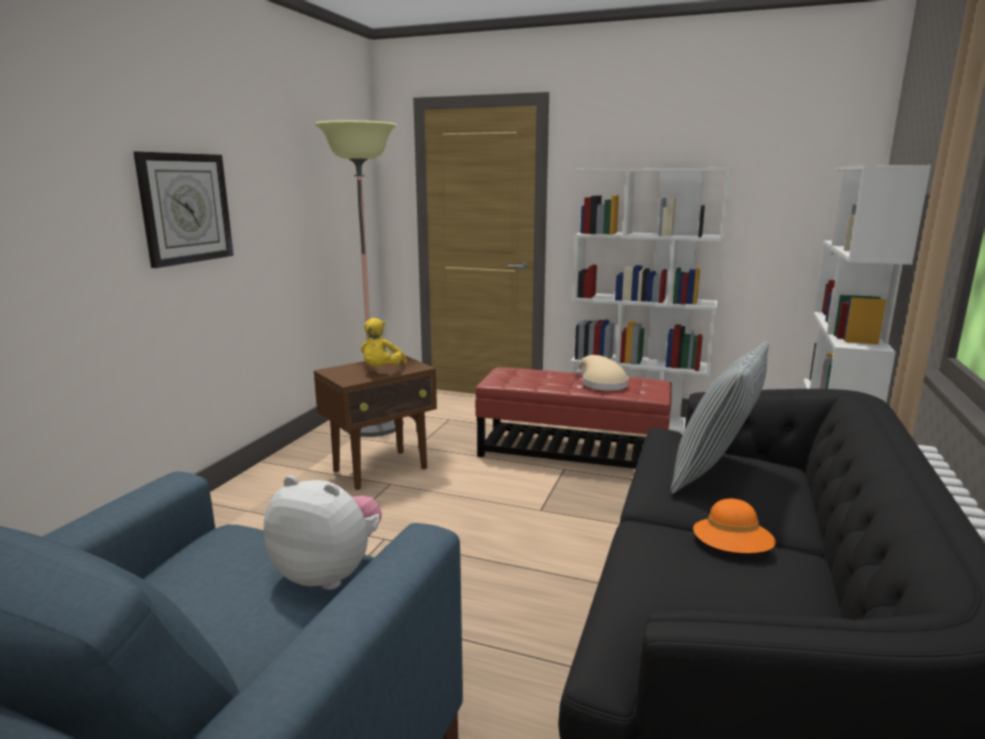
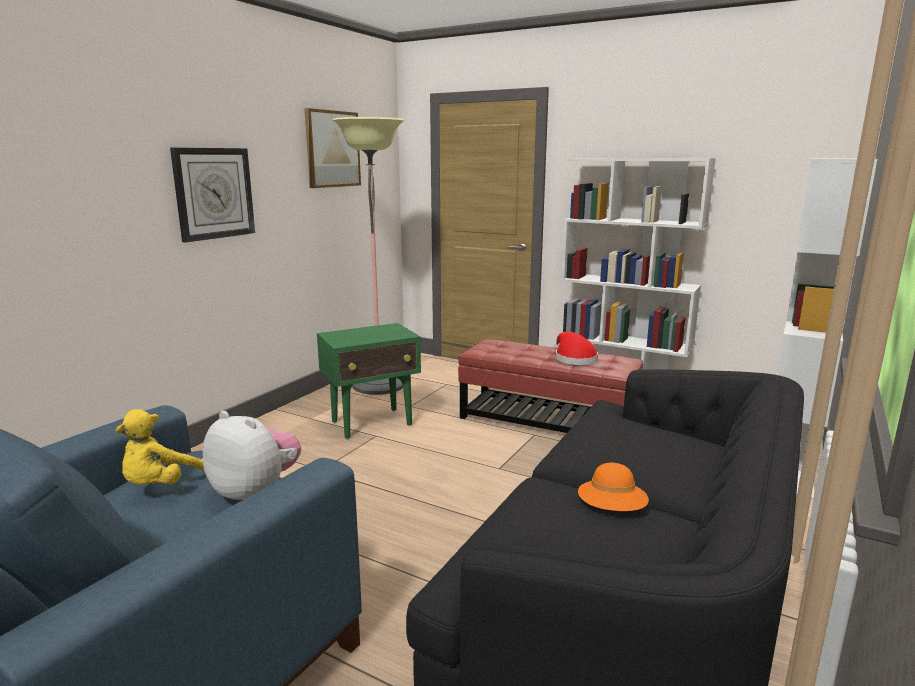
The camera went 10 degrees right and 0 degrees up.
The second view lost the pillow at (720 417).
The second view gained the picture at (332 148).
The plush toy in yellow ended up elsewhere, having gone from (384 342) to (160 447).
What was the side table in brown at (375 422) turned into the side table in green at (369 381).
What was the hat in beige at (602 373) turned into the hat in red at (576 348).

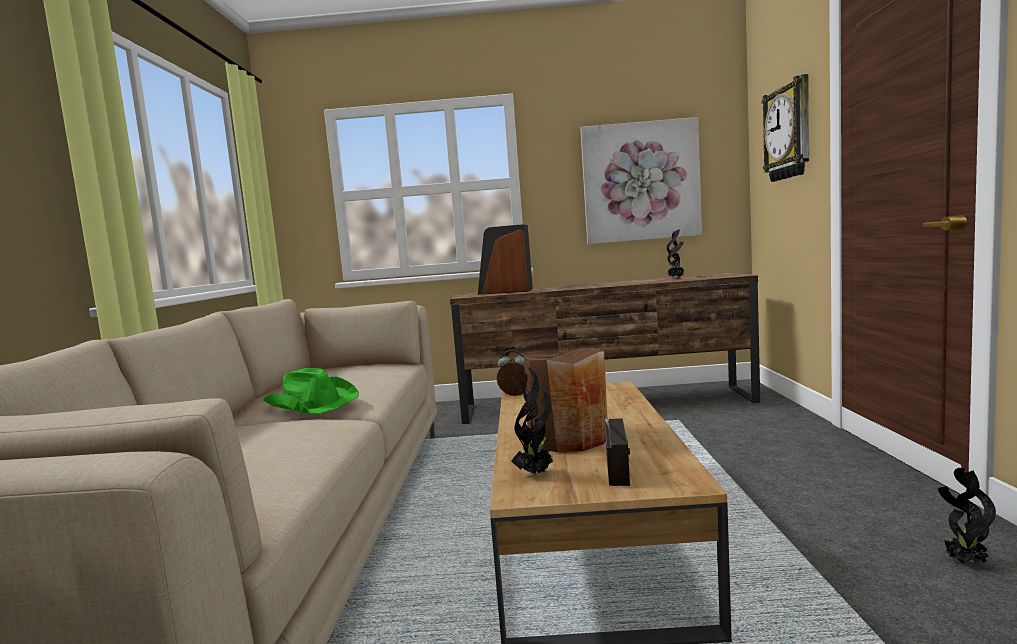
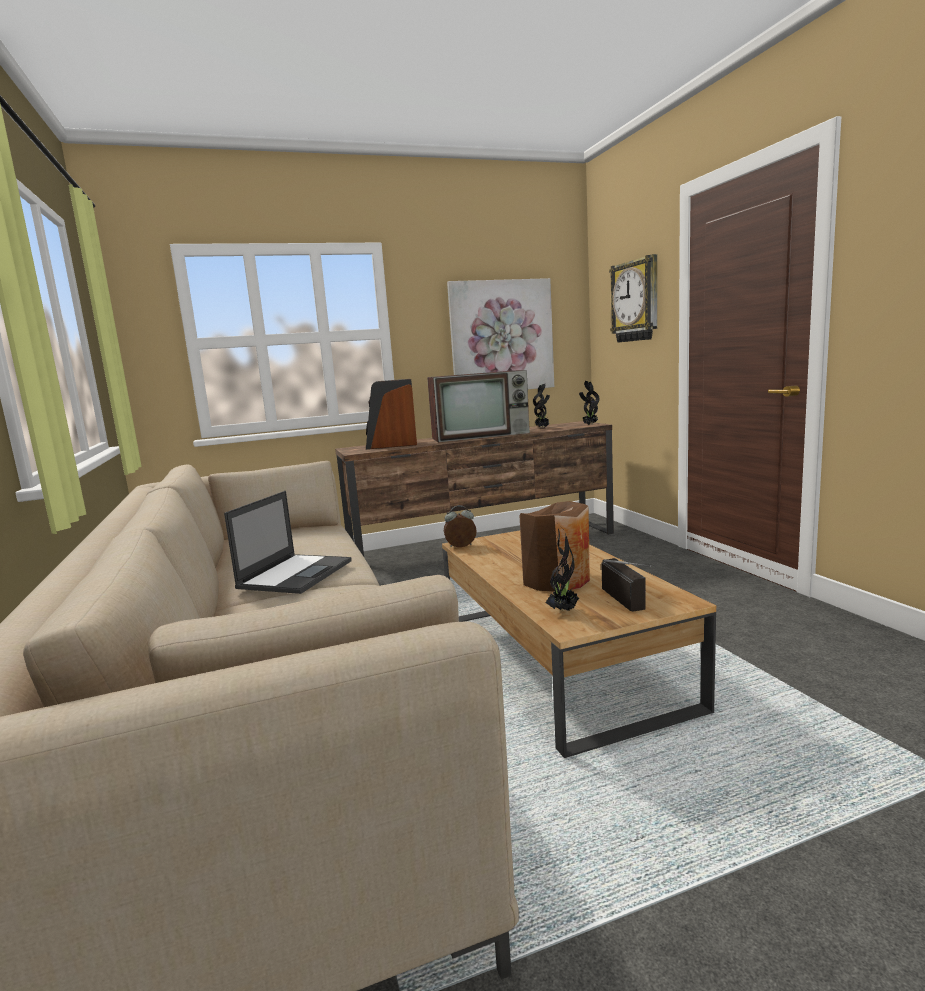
The camera went 20 degrees left and 5 degrees up.
The second view gained the television at (478 406).
The potted plant ended up elsewhere, having gone from (967 516) to (589 403).
Where the hat in green stood at (311 391), the laptop came to stand at (287 542).

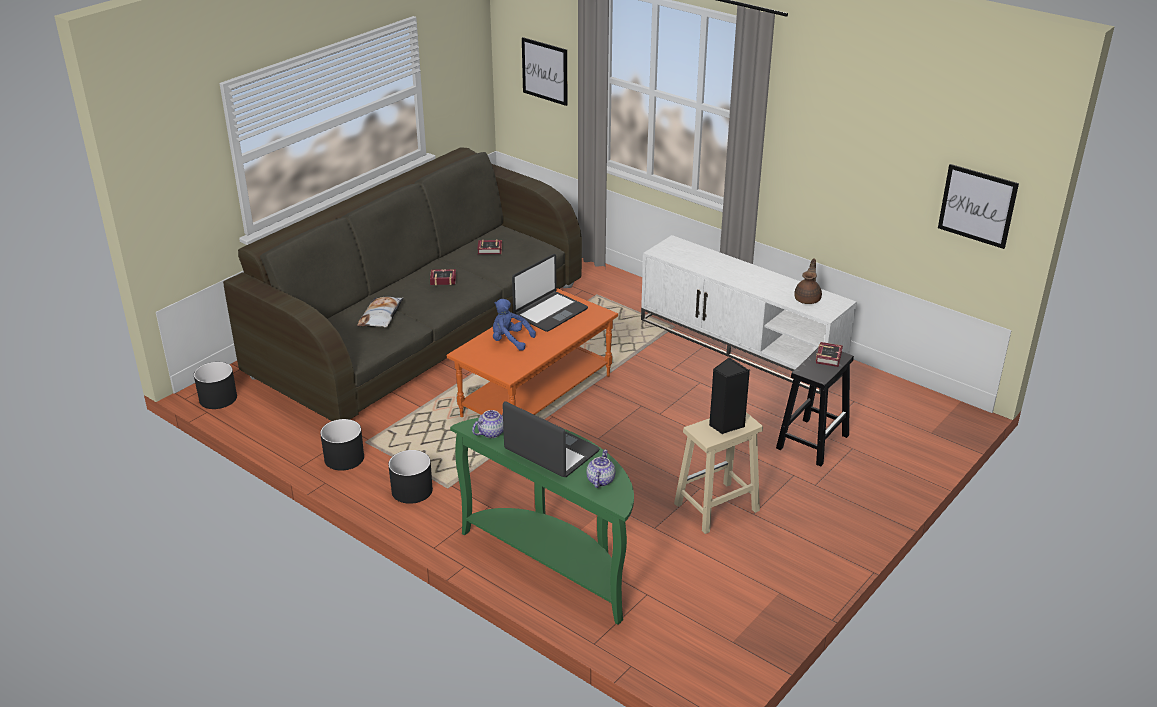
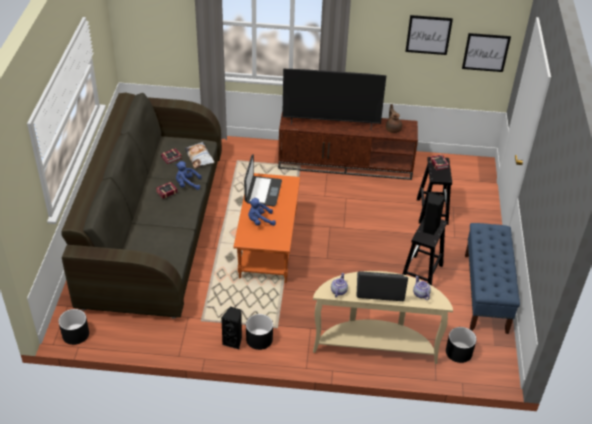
The camera went 35 degrees left and 10 degrees up.
The second view gained the plush toy in blue at (188 175).
The second view gained the speaker in black at (231 328).
The second view gained the television at (334 99).
The second view gained the bench in blue at (492 278).
The planter in black ended up elsewhere, having gone from (342 445) to (461 345).
The pillow ended up elsewhere, having gone from (380 312) to (199 155).
The picture ended up elsewhere, having gone from (544 71) to (429 35).
What was the console table in green at (542 521) turned into the console table in beige at (383 317).
What was the tv stand in white at (749 314) turned into the tv stand in brown at (348 145).
What was the stool in beige at (718 473) turned into the stool in black at (425 251).

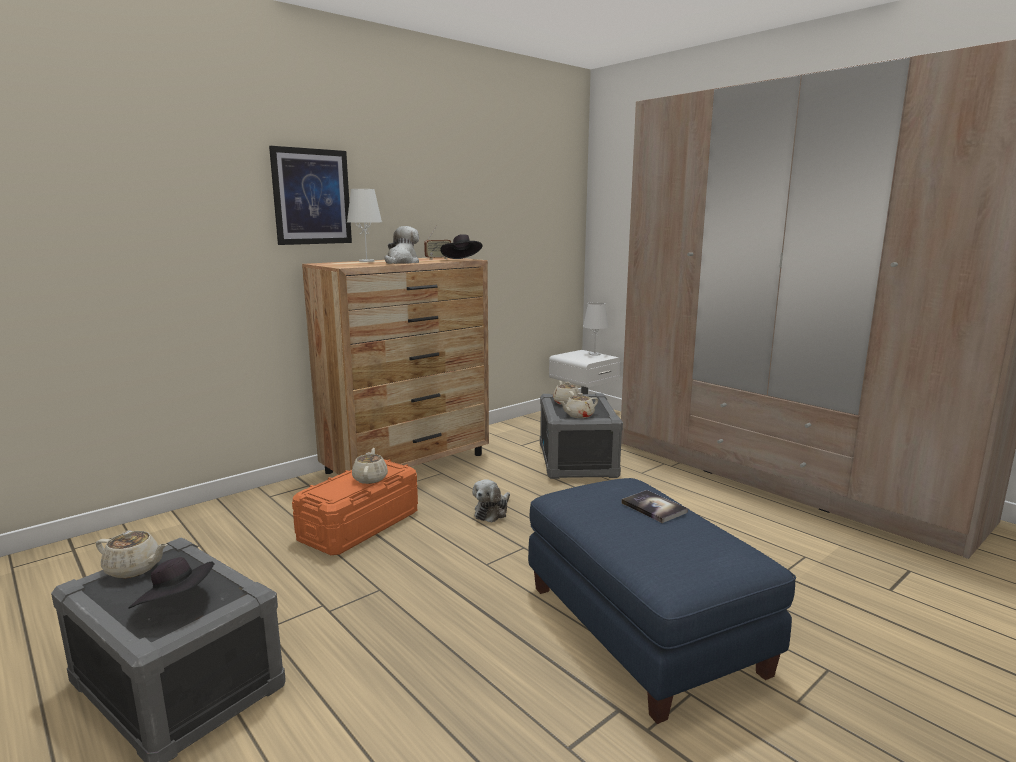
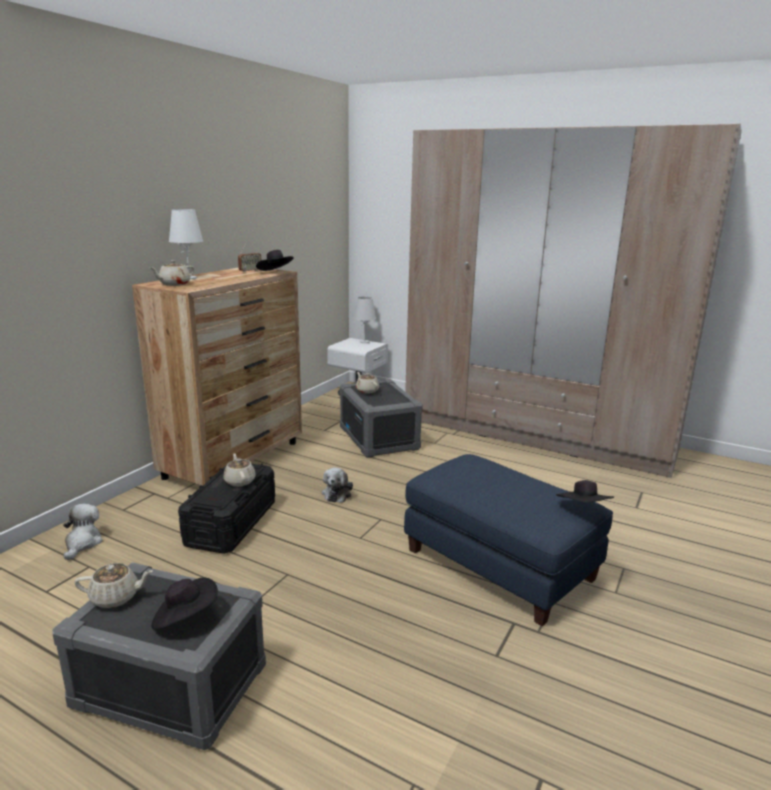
The camera went 20 degrees left and 5 degrees up.
The second view lost the picture at (310 195).
The second view lost the book at (654 506).
The second view gained the hat in black at (585 491).
The plush toy ended up elsewhere, having gone from (401 245) to (83 531).
The teapot in beige ended up elsewhere, having gone from (578 405) to (172 273).
What was the storage box in orange at (355 507) turned into the storage box in black at (226 509).

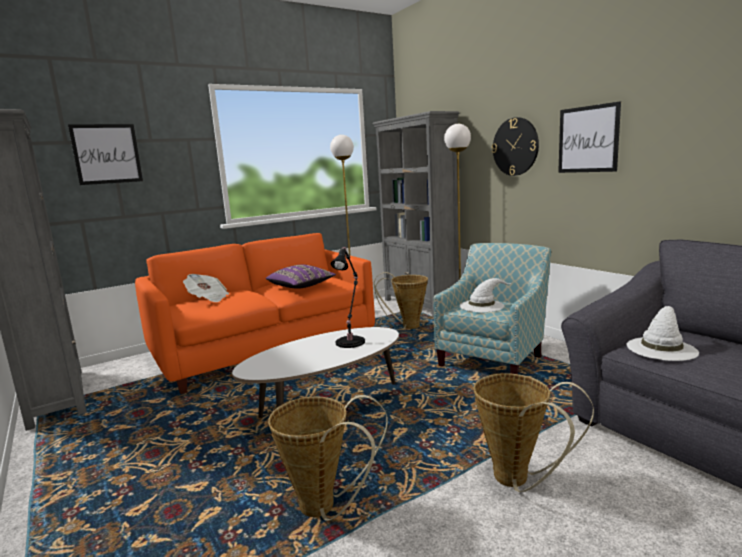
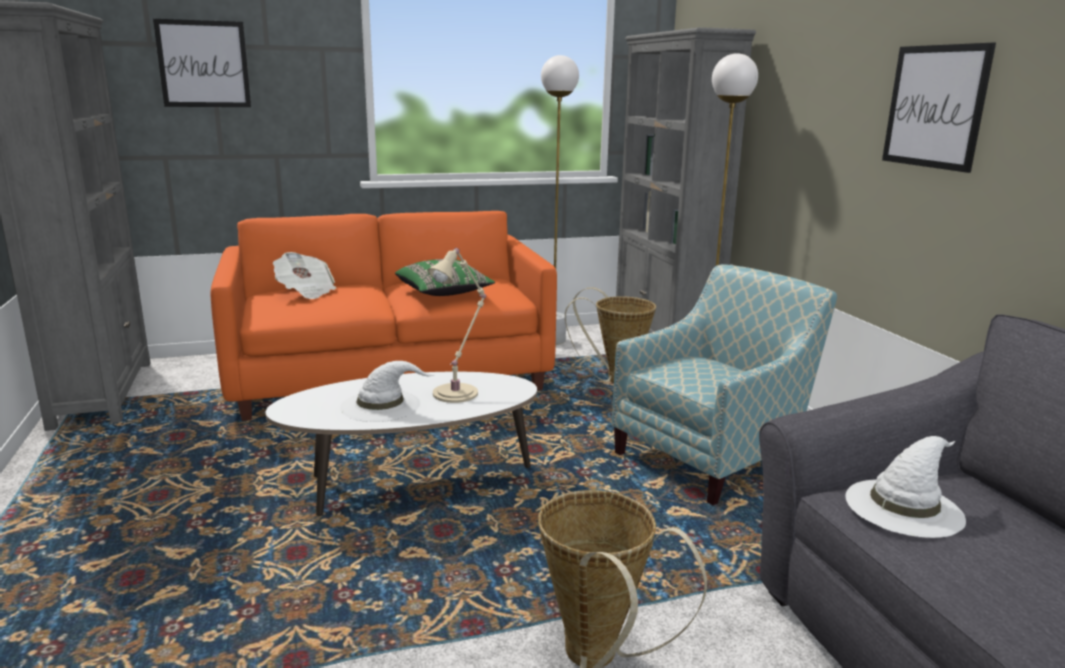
The camera went 15 degrees right and 5 degrees up.
The second view lost the basket at (328 458).
The second view lost the wall clock at (515 146).
The hat in white ended up elsewhere, having gone from (486 295) to (387 391).
What was the pillow in purple at (301 276) turned into the pillow in green at (445 277).
What was the table lamp in black at (348 297) turned into the table lamp in beige at (457 325).

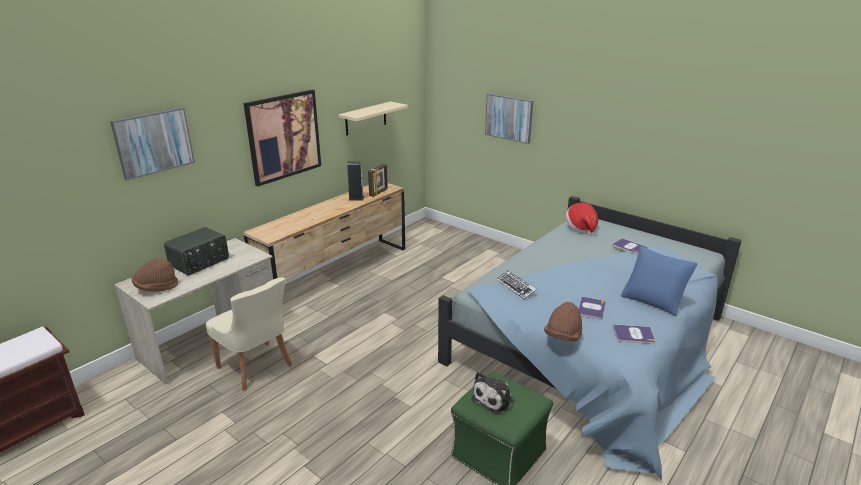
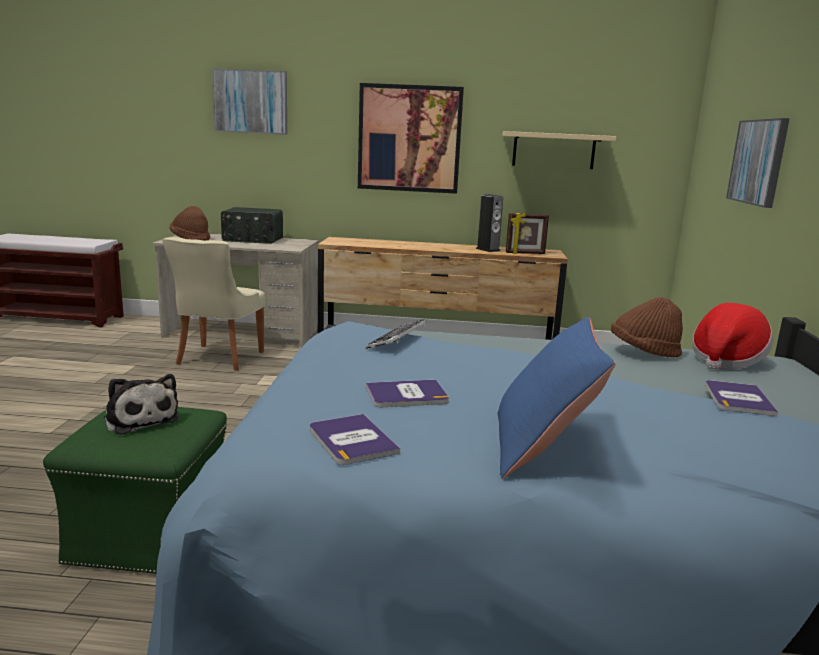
The camera went 55 degrees right and 10 degrees down.
The hat in brown ended up elsewhere, having gone from (563 321) to (647 327).
The plush toy at (492 392) ended up facing another way, 135 degrees counterclockwise from before.

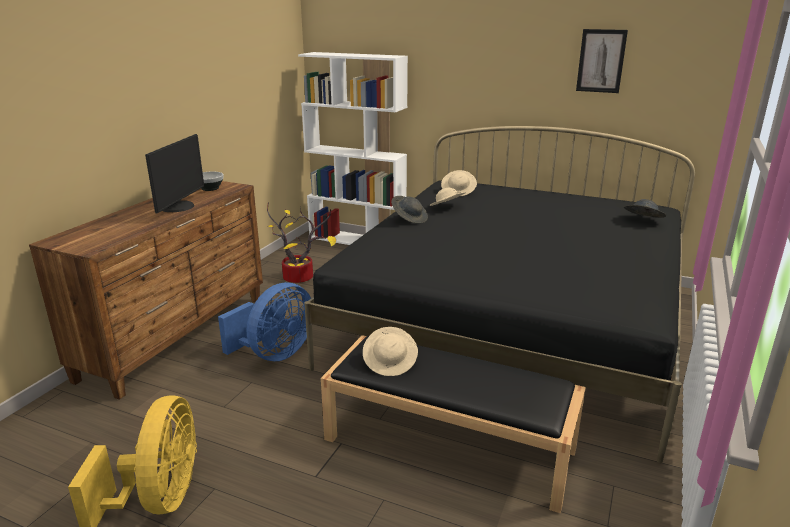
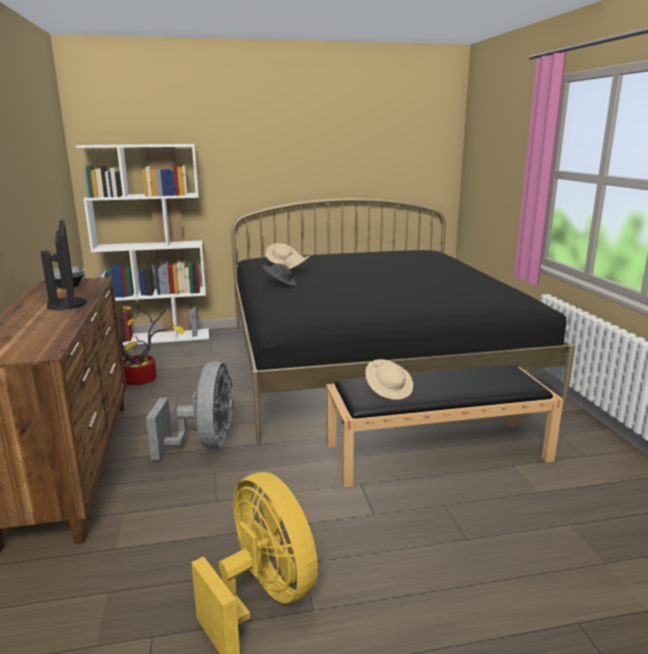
The camera went 35 degrees left and 5 degrees down.
The second view lost the picture at (602 61).
The second view lost the hat in grey at (645 208).
What was the fan in blue at (264 321) turned into the fan in grey at (190 410).

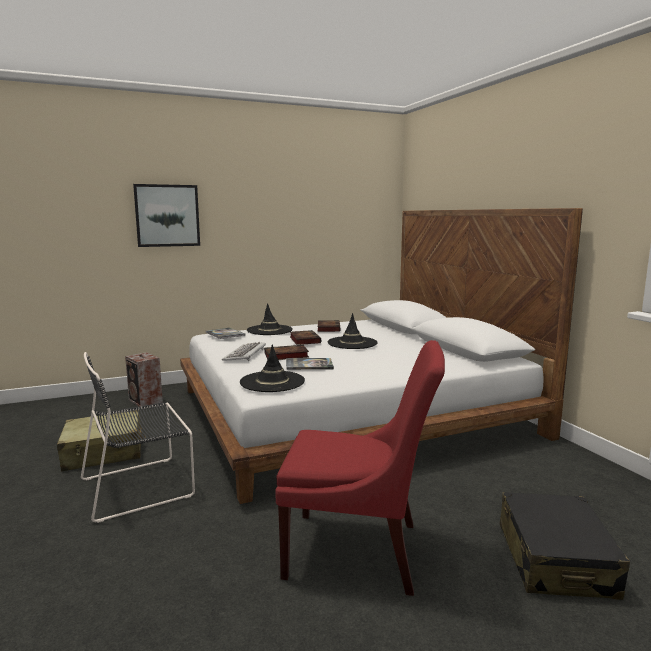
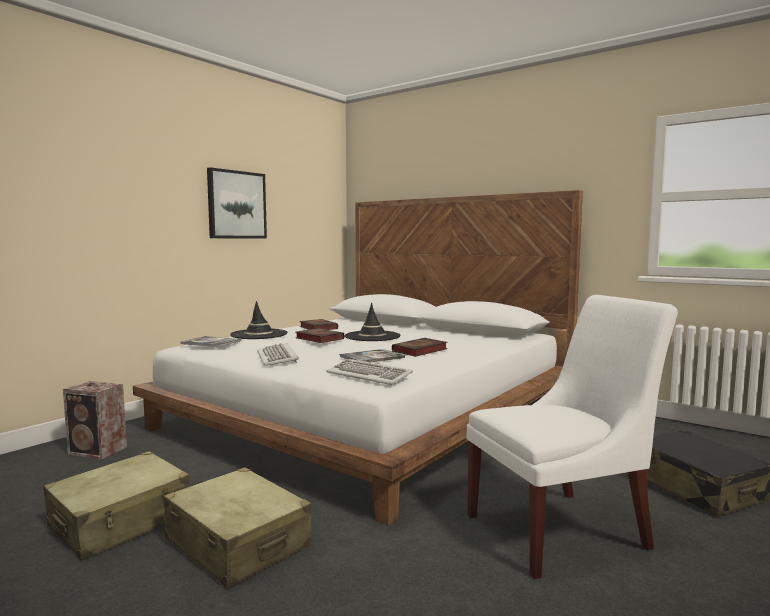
The camera went 30 degrees left and 5 degrees down.
The picture ended up elsewhere, having gone from (166 215) to (237 203).
The book ended up elsewhere, having gone from (286 352) to (420 347).
Where the chair in black stood at (138 437), the suitcase in beige came to stand at (238 527).
Where the hat in black stood at (272 368), the keyboard came to stand at (370 372).
What was the chair in red at (360 468) turned into the chair in white at (572 437).

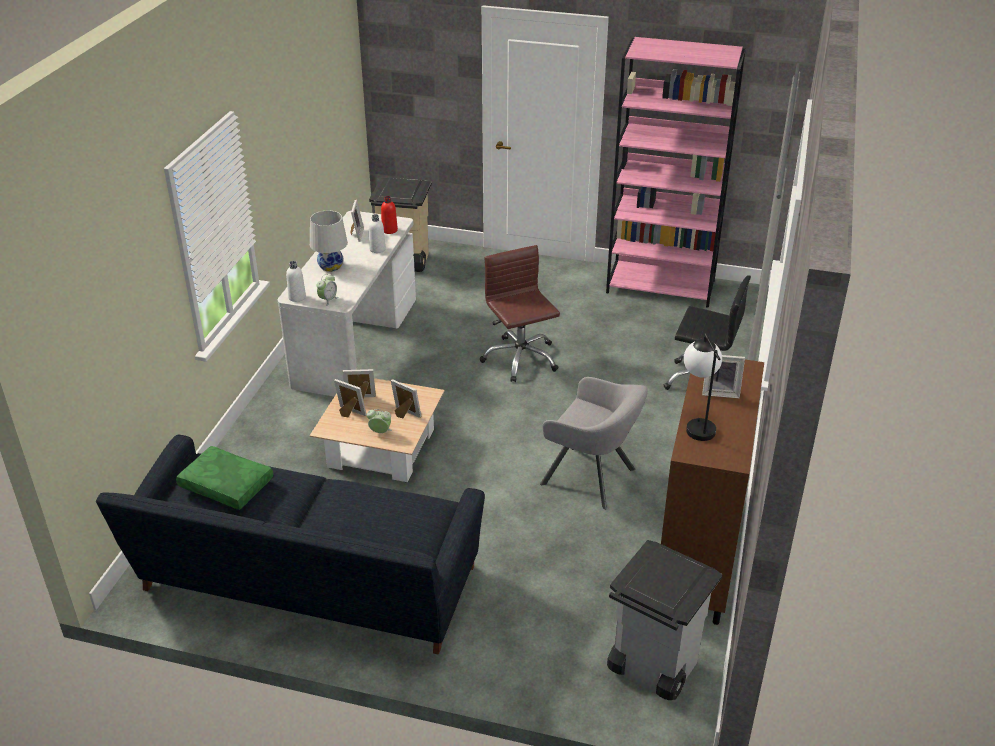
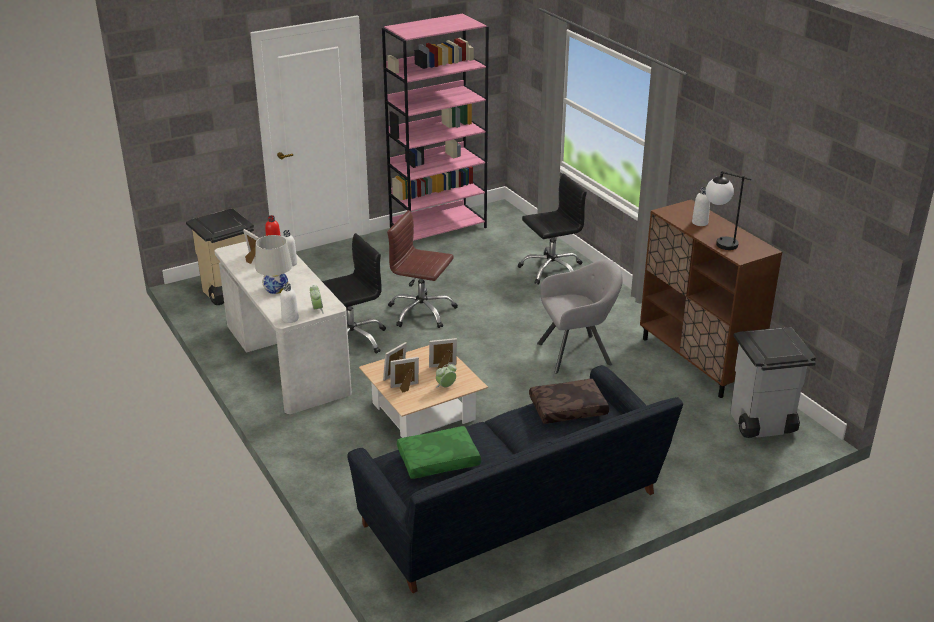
The camera went 45 degrees left and 5 degrees down.
The second view gained the office chair in black at (354 293).
The second view gained the pillow in brown at (569 401).
Where the picture frame stood at (723 376), the bottle in white came to stand at (701 206).

